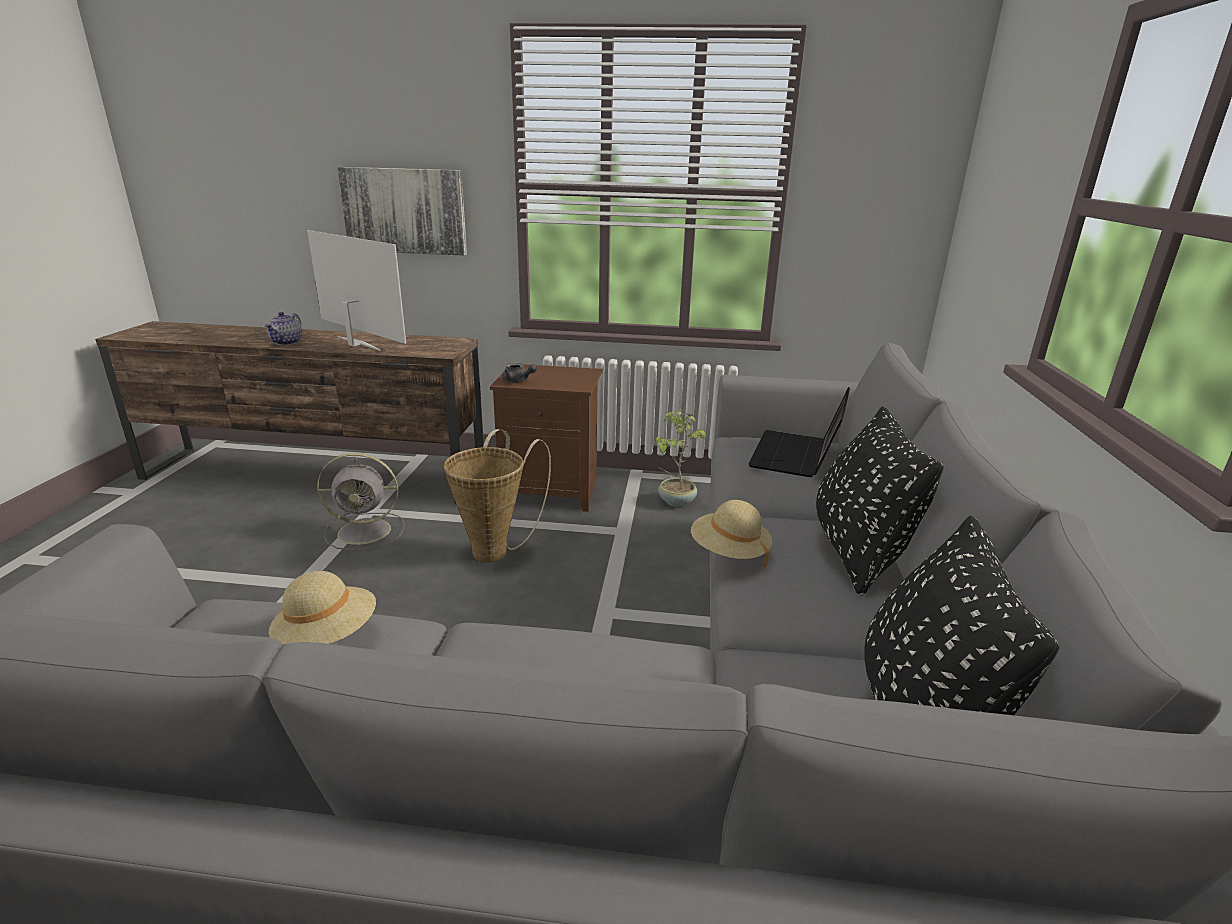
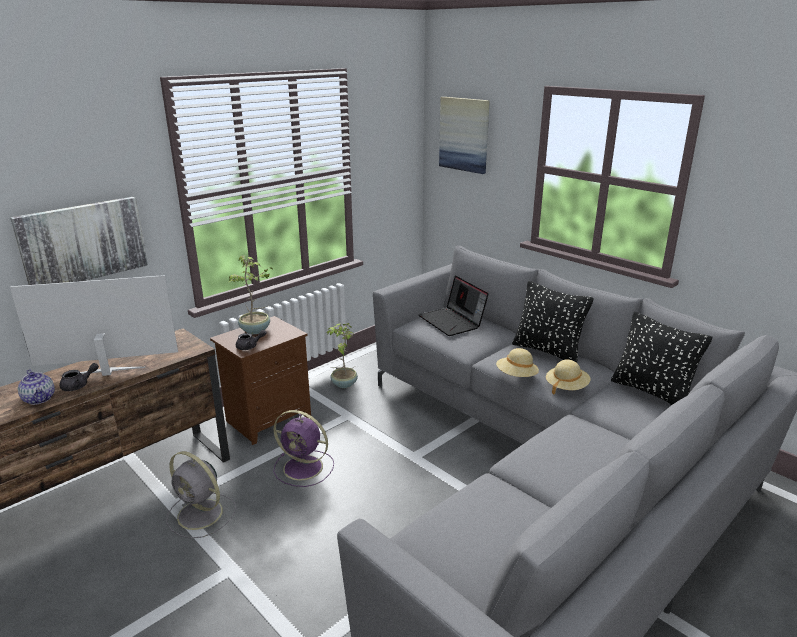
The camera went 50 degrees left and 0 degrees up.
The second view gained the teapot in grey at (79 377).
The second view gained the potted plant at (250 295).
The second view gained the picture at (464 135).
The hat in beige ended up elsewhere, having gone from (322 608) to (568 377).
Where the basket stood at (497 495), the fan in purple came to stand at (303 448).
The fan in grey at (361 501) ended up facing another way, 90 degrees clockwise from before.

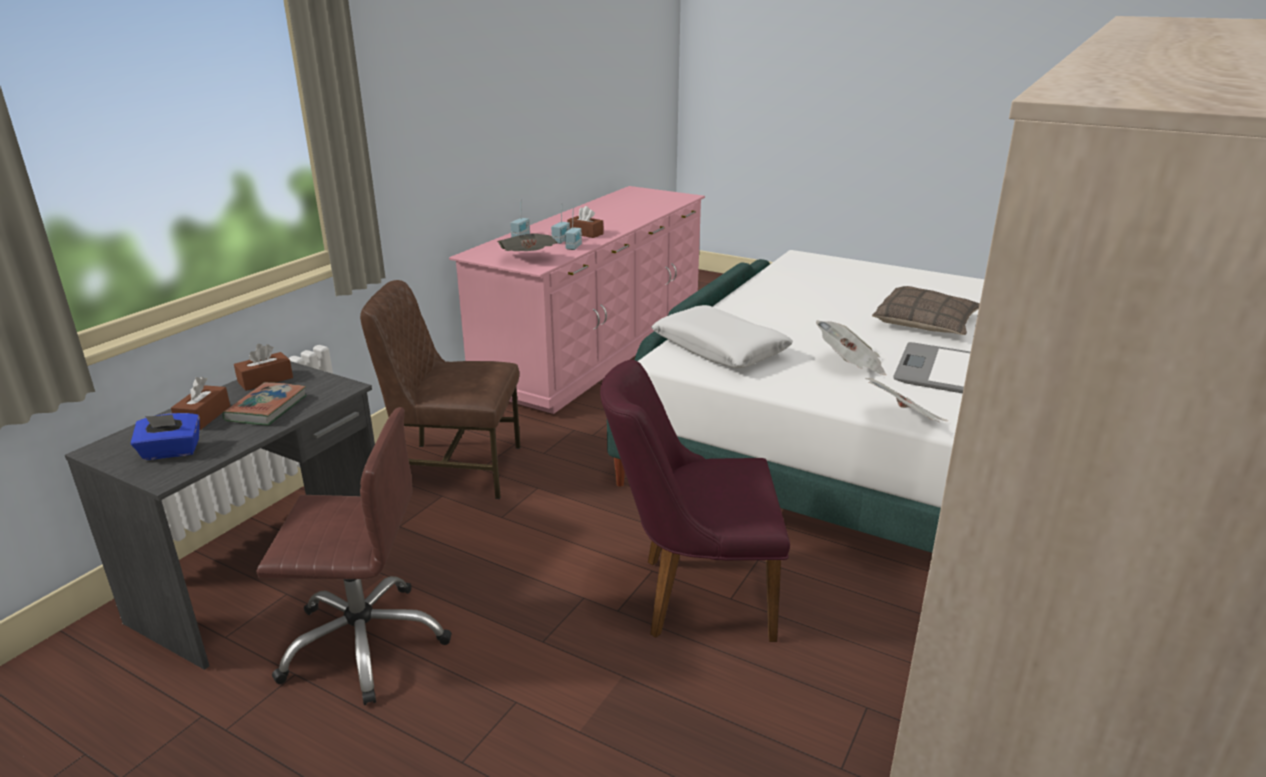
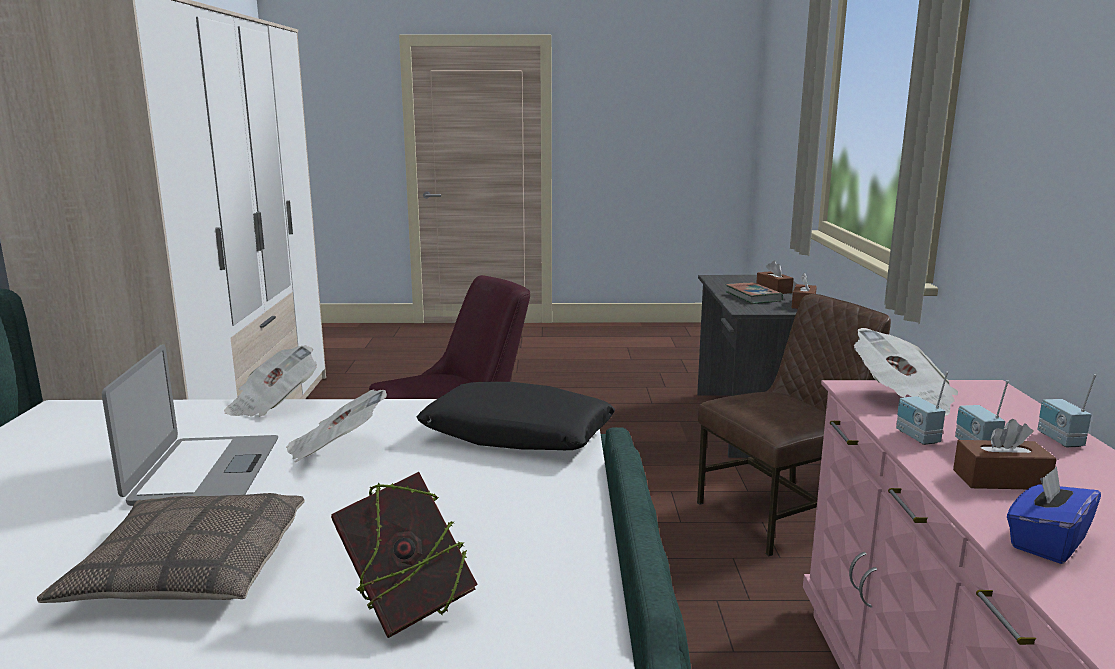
The camera went 150 degrees right and 10 degrees down.
The second view lost the office chair in brown at (354 556).
The second view gained the book at (404 555).
The tissue box in blue ended up elsewhere, having gone from (165 436) to (1054 515).
What was the pillow in white at (722 336) turned into the pillow in black at (516 416).

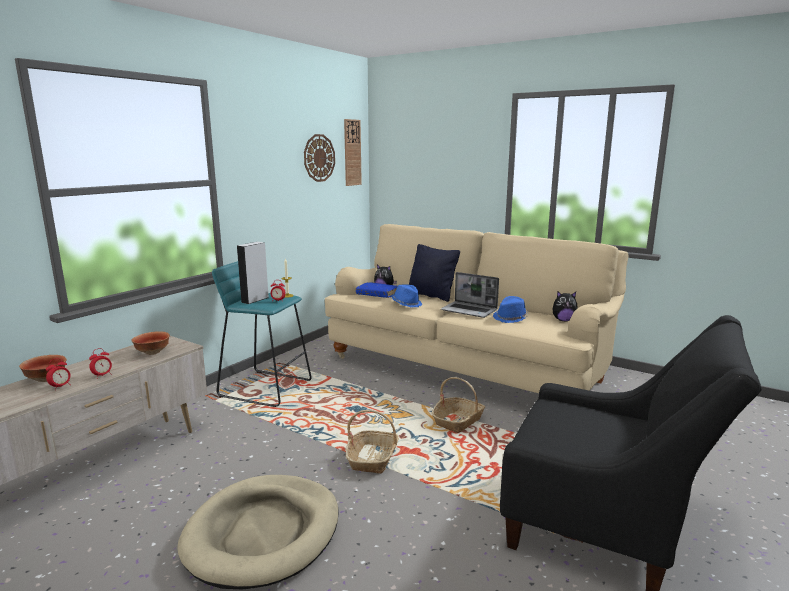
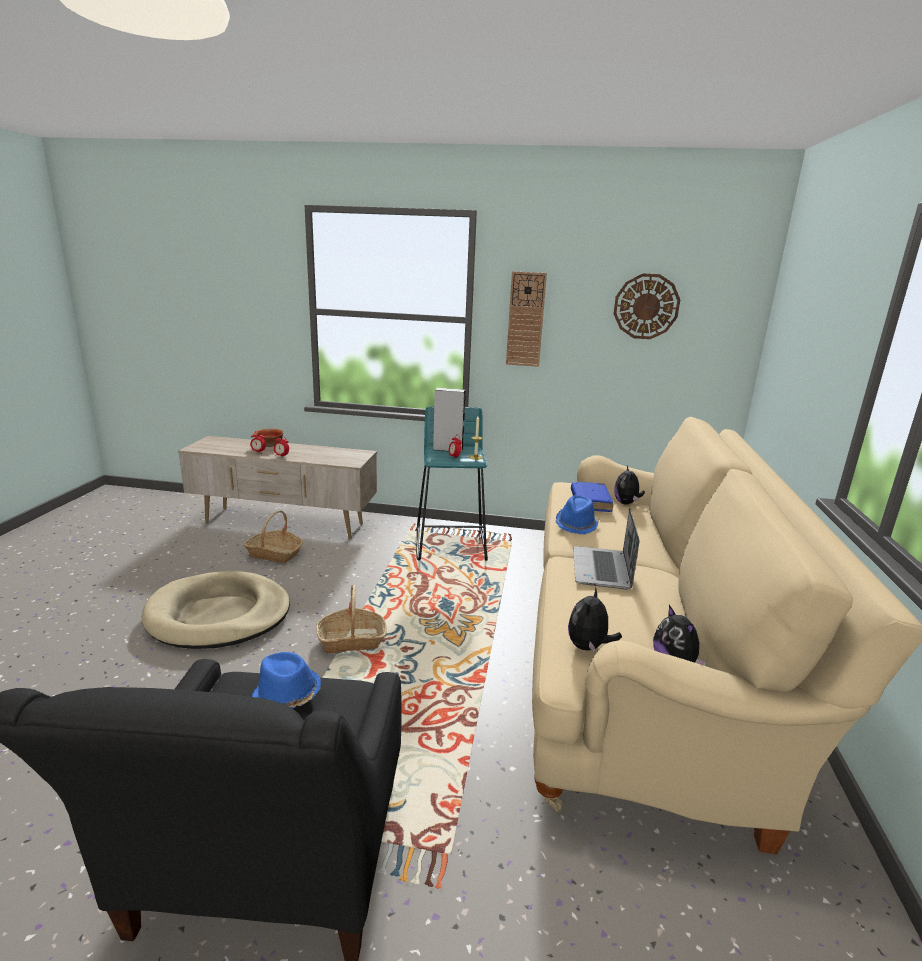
The camera went 65 degrees right and 5 degrees up.
The second view lost the bowl at (150 343).
The second view lost the pillow in black at (434 273).
The second view gained the plush toy at (595 619).
The wall clock ended up elsewhere, having gone from (353 152) to (526 319).
The basket ended up elsewhere, having gone from (458 405) to (273 536).
The hat in blue ended up elsewhere, having gone from (510 309) to (286 680).

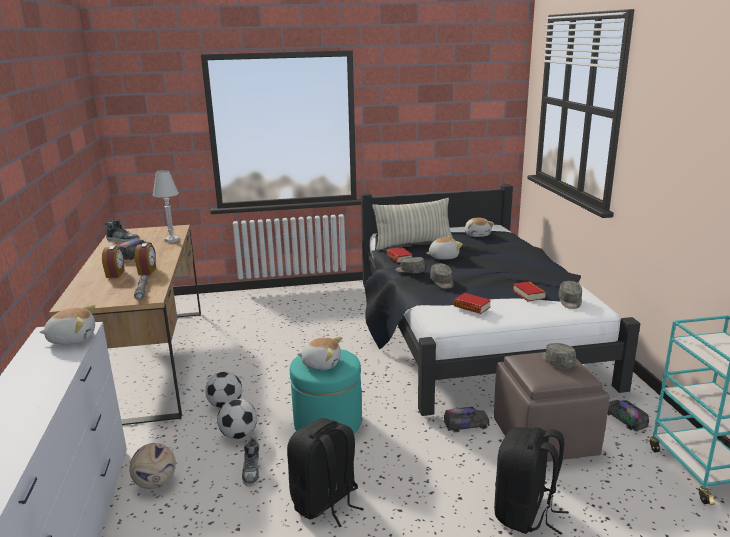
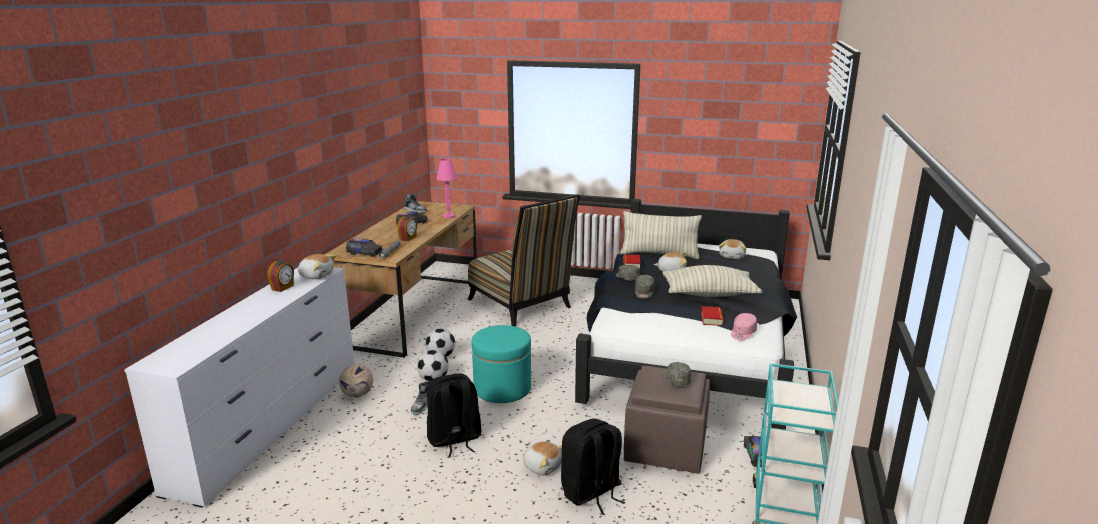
The camera went 25 degrees right and 0 degrees up.
The second view lost the book at (472 303).
The second view gained the chair at (524 260).
The second view gained the pillow at (712 281).
The alarm clock ended up elsewhere, having gone from (113 262) to (281 276).
The plush toy ended up elsewhere, having gone from (320 353) to (542 458).
The toy truck ended up elsewhere, having gone from (466 419) to (364 247).
What was the table lamp in white at (166 206) turned into the table lamp in pink at (446 188).
What was the cap in grey at (570 295) turned into the cap in pink at (744 326).

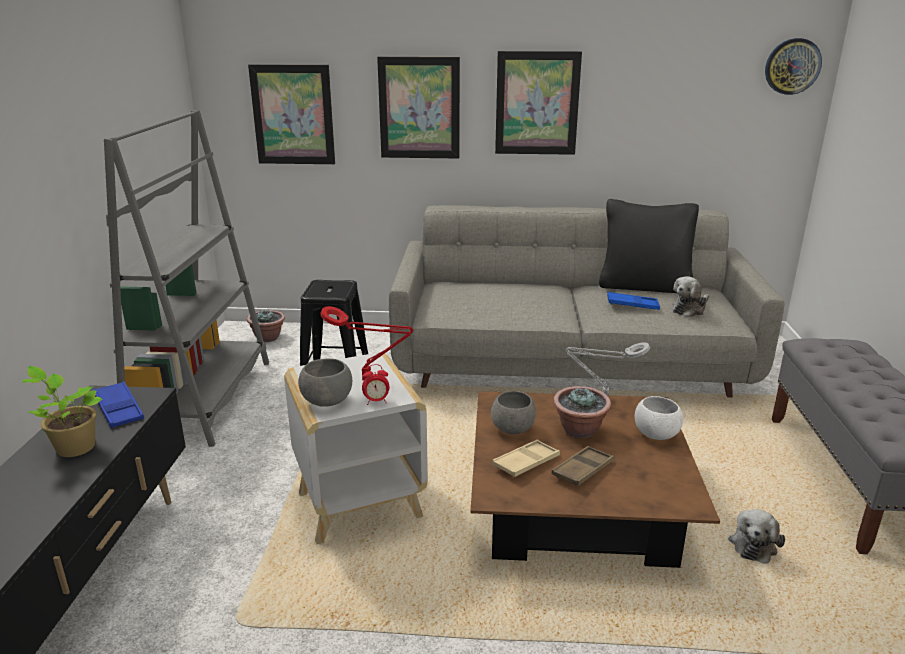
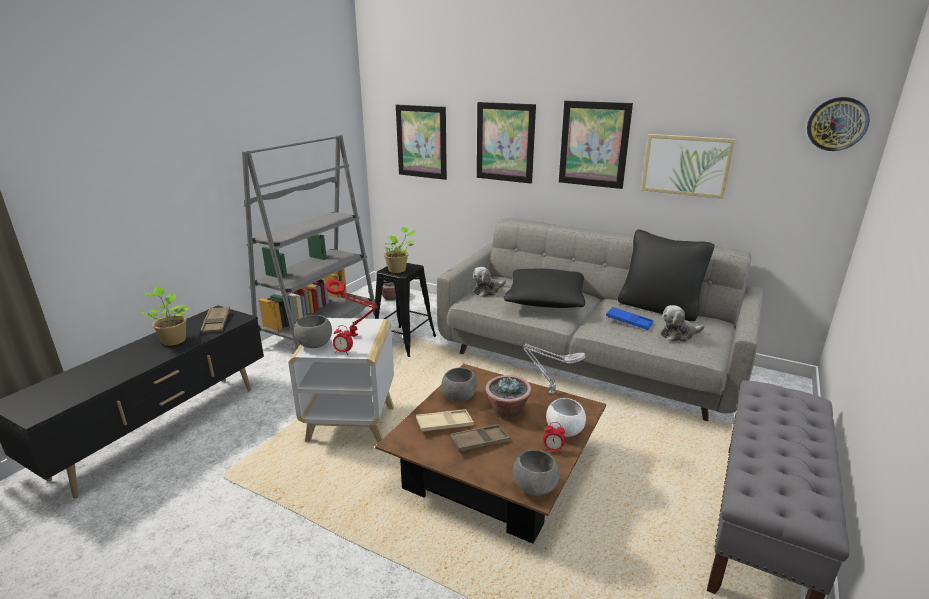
The camera went 25 degrees right and 0 degrees up.
The second view gained the potted plant at (399 250).
The second view gained the pillow in black at (544 288).
The second view gained the bowl in grey at (536 473).
The second view gained the alarm clock at (554 438).
The second view gained the picture at (688 166).
The plush toy ended up elsewhere, having gone from (756 536) to (489 282).
What was the tray in blue at (118 404) turned into the tray in brown at (215 319).

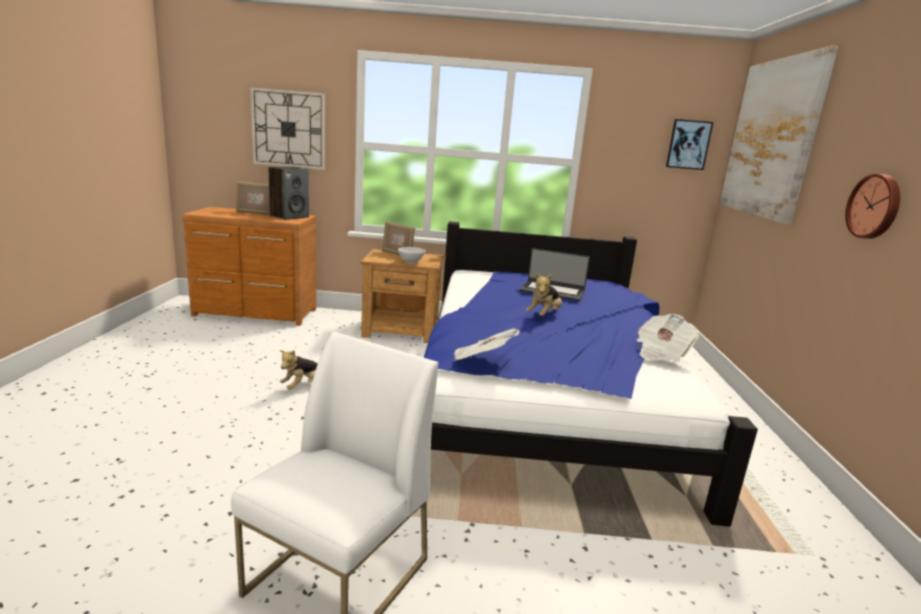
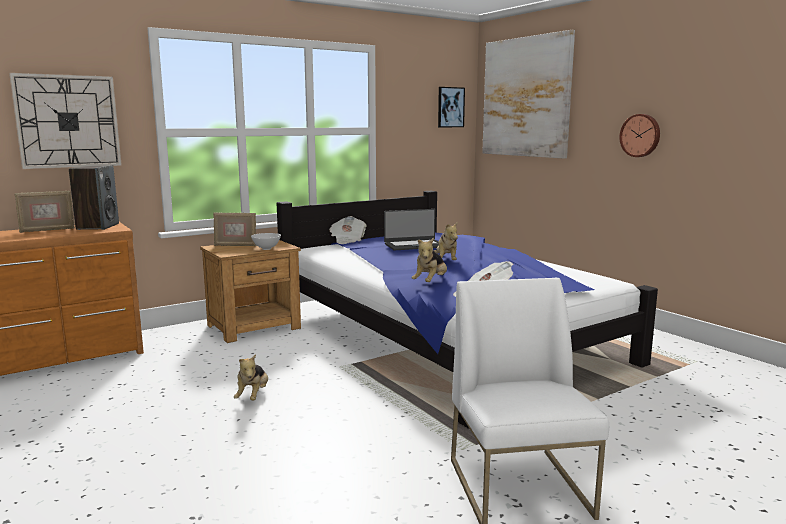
The camera went 35 degrees left and 5 degrees down.
The second view gained the plush toy at (429 260).
The newspaper ended up elsewhere, having gone from (668 338) to (348 230).

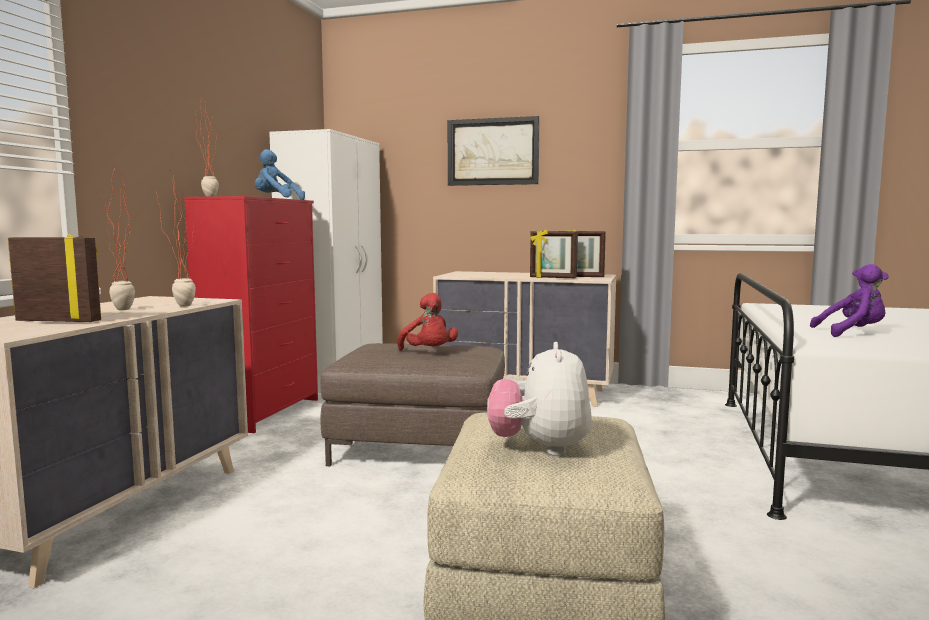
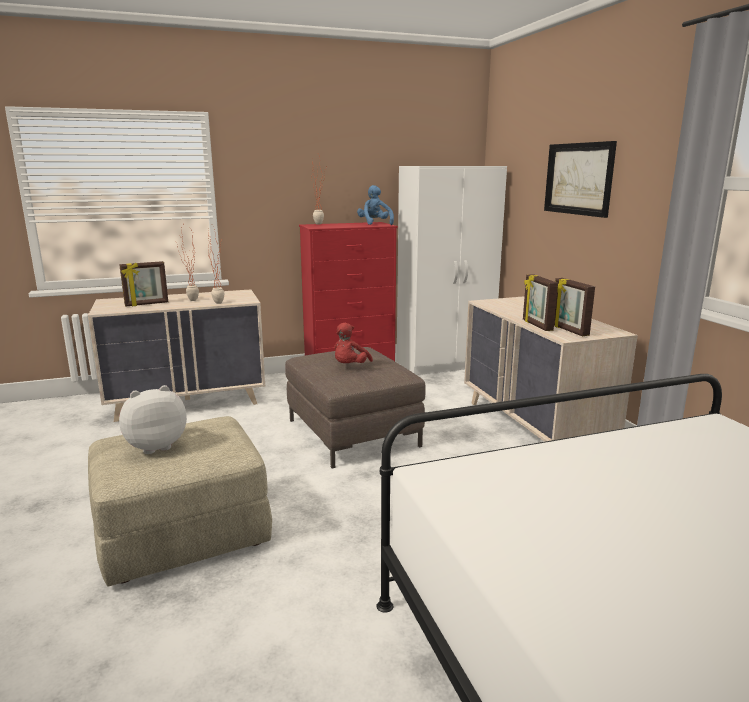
The camera went 55 degrees right and 10 degrees up.
The second view lost the plush toy in purple at (849 300).
The picture frame at (54 277) ended up facing another way, 90 degrees clockwise from before.

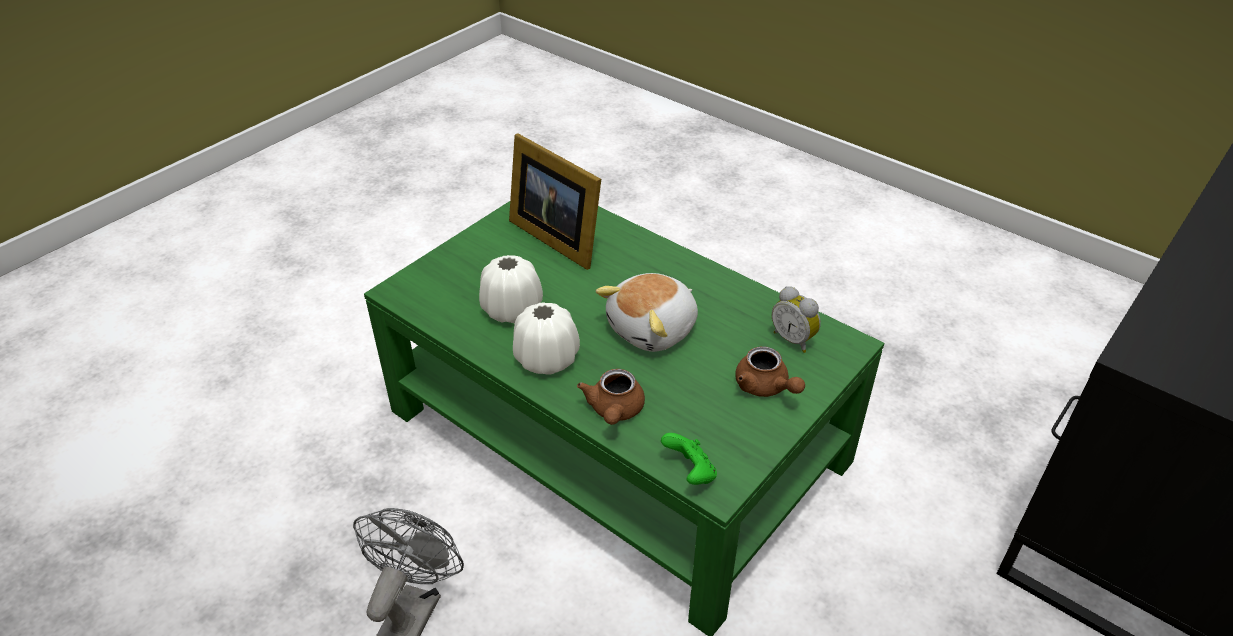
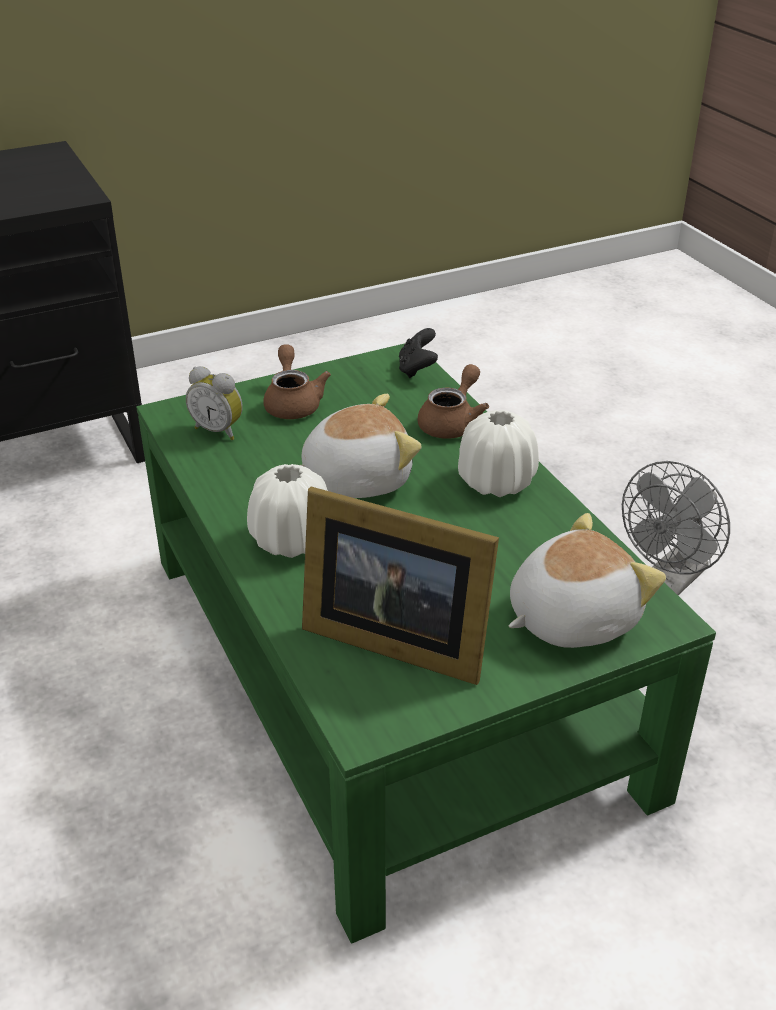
The camera went 155 degrees left and 5 degrees down.
The second view gained the plush toy at (587 580).
The vase in white ended up elsewhere, having gone from (511 289) to (287 511).
What was the game controller in green at (689 459) turned into the game controller in black at (418 353).
The picture frame at (555 202) ended up facing another way, 135 degrees clockwise from before.
The alarm clock at (796 319) ended up facing another way, 135 degrees clockwise from before.

